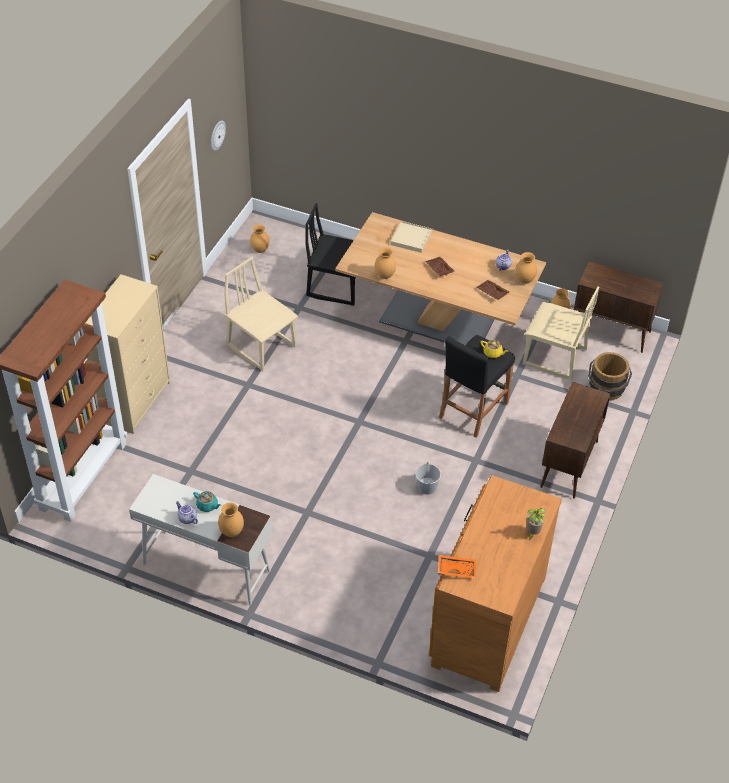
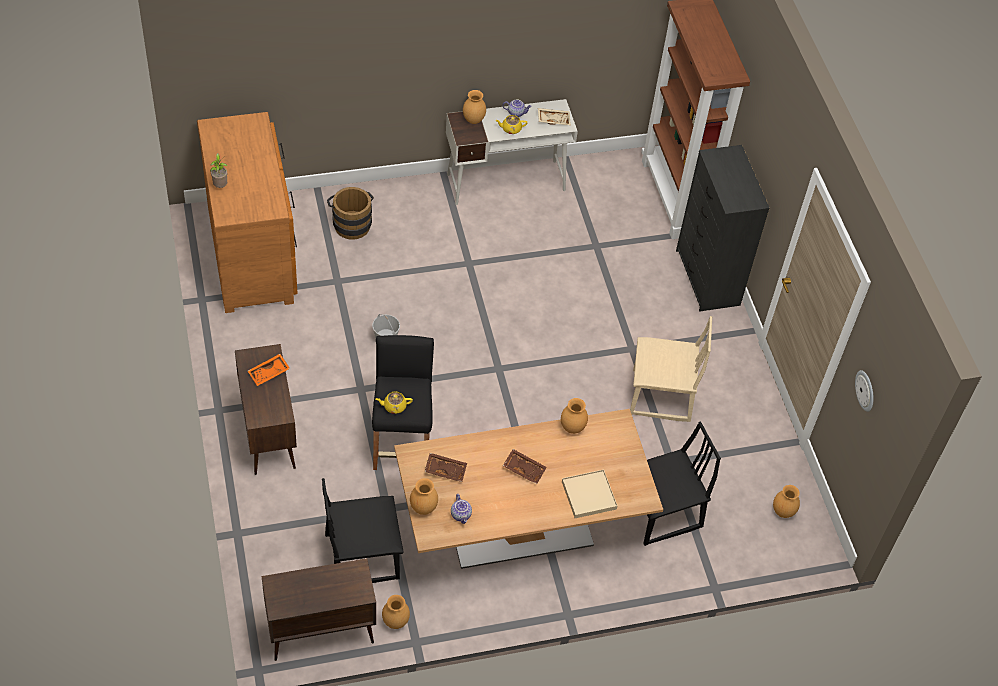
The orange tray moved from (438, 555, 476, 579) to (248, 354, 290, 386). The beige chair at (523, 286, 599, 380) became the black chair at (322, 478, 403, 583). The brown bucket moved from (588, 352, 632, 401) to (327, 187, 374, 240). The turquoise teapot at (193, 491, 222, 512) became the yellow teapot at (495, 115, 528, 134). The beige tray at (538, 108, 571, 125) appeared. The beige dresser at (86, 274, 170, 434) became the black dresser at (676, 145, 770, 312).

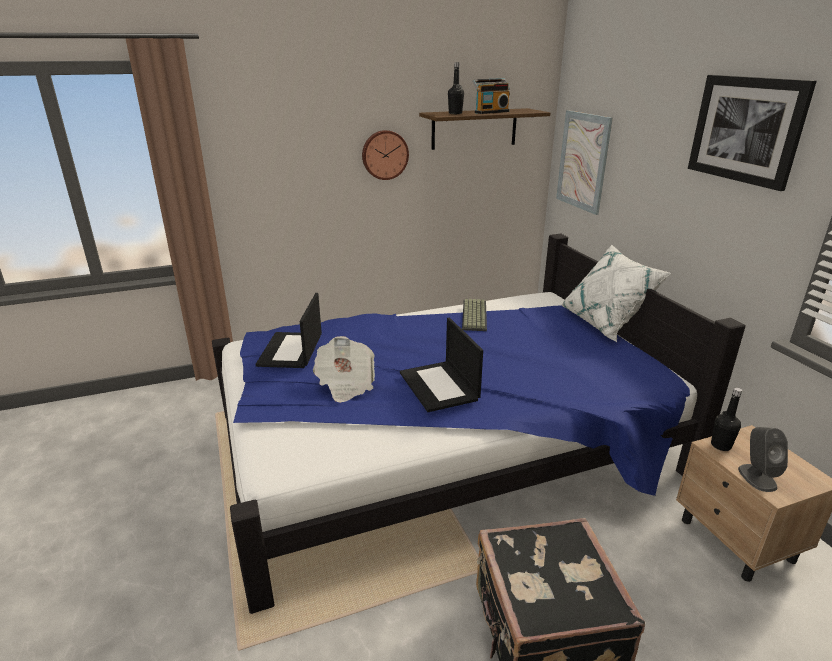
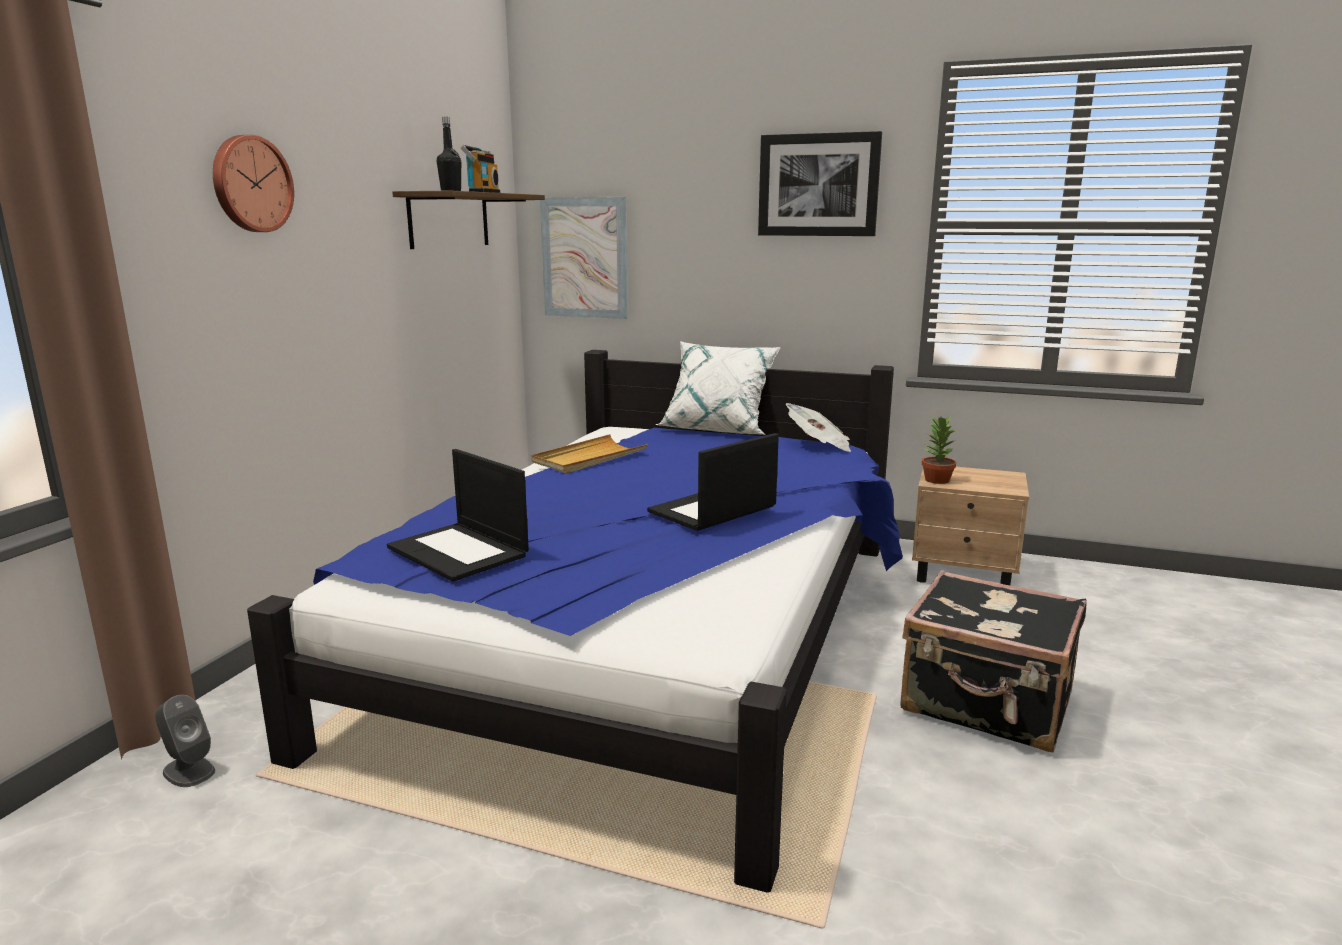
The grey speaker moved from (738, 427, 788, 492) to (155, 695, 215, 787). The wall clock moved from (362, 130, 409, 180) to (213, 135, 294, 232). The keyboard at (462, 299, 487, 331) was replaced by the beige tray at (531, 434, 648, 474). The laptop at (400, 318, 483, 412) turned 120 degrees clockwise. The newspaper moved from (313, 336, 375, 403) to (786, 403, 851, 452). The black bottle at (711, 387, 742, 451) was replaced by the potted plant at (922, 416, 956, 484).

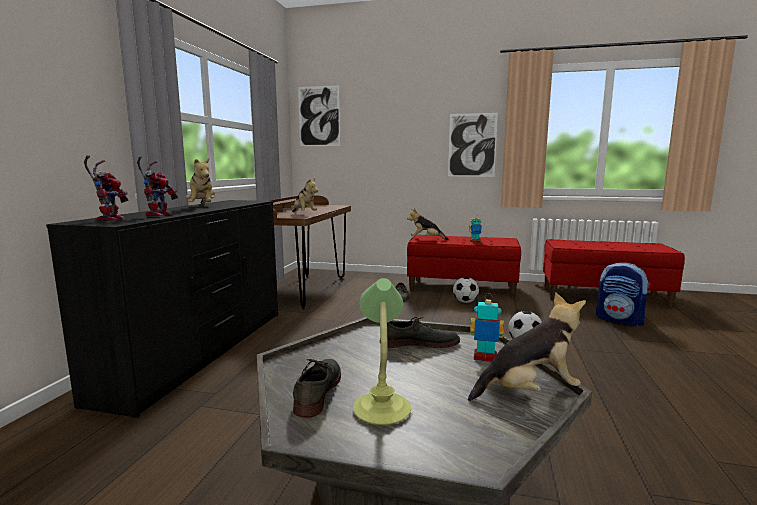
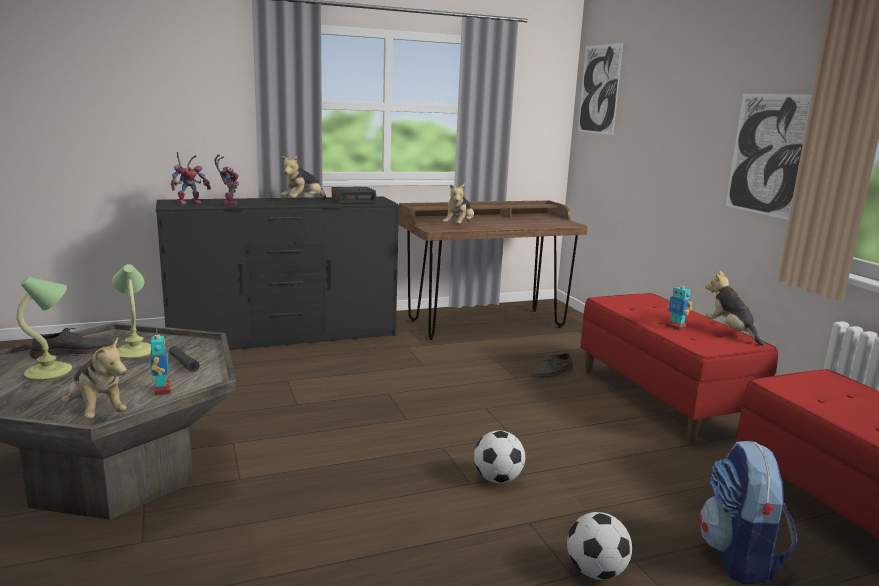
The table lamp at (112, 264, 151, 359) appeared. The grey shoe at (387, 317, 460, 348) was replaced by the black flashlight at (169, 346, 200, 372). The toy robot at (137, 156, 178, 217) turned 75 degrees counterclockwise. The alarm clock at (332, 187, 376, 204) appeared. The football moved from (453, 277, 479, 303) to (567, 512, 632, 580). The plush toy moved from (407, 208, 449, 240) to (705, 270, 765, 346).

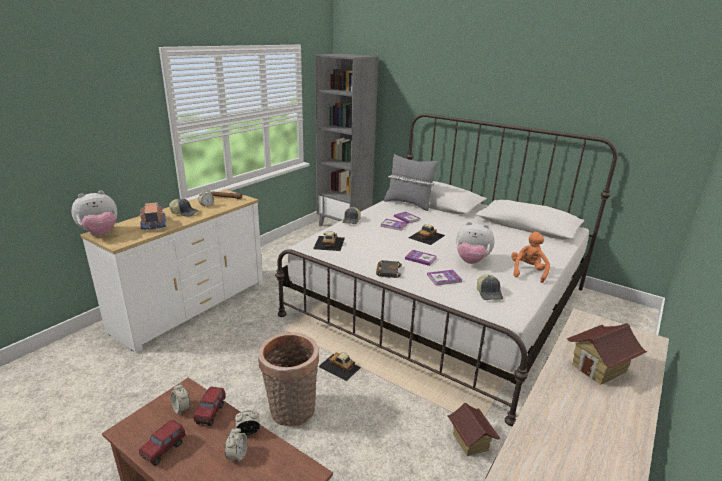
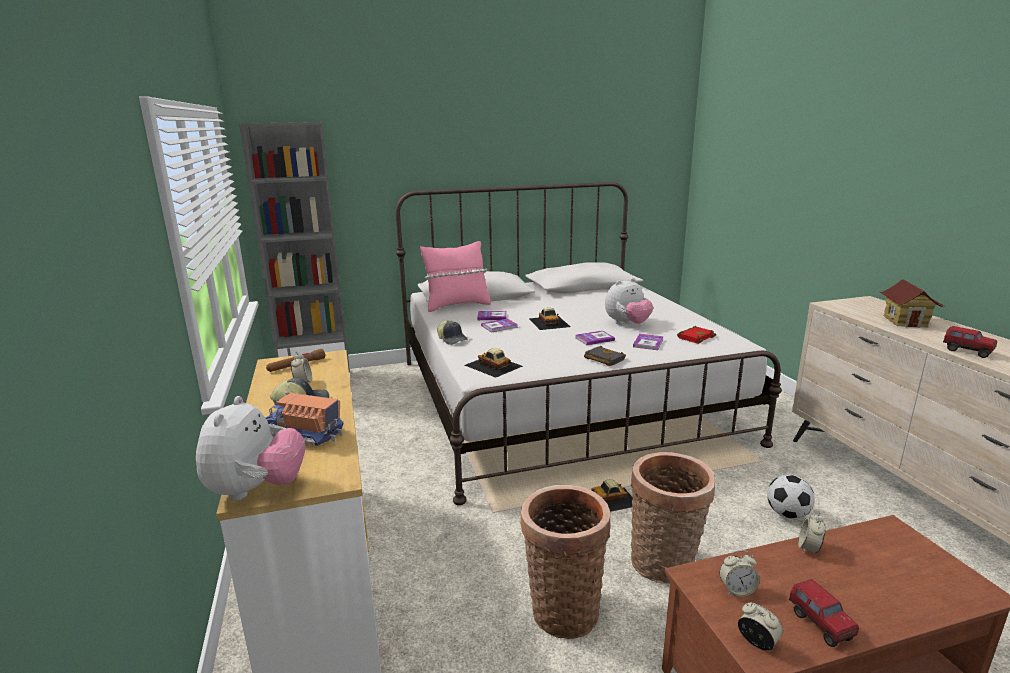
The grey pillow at (384, 154, 438, 211) became the pink pillow at (420, 241, 491, 312). The basket at (521, 485, 611, 639) appeared. The cap at (477, 274, 503, 300) was replaced by the red book at (677, 326, 716, 344). The alarm clock moved from (225, 427, 248, 463) to (738, 603, 783, 651). The football at (767, 475, 815, 519) appeared. The toy truck moved from (193, 387, 226, 426) to (943, 326, 997, 358). The toy house at (447, 403, 500, 456) disappeared. The orange plush toy at (511, 232, 550, 283) disappeared.

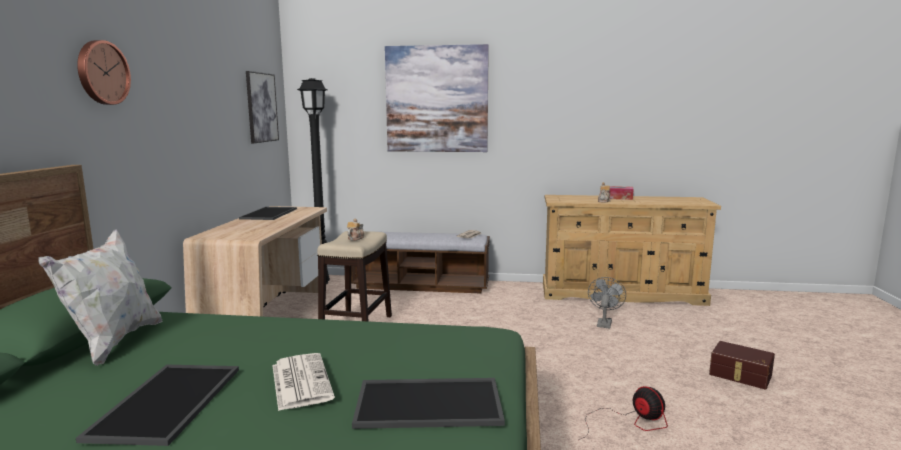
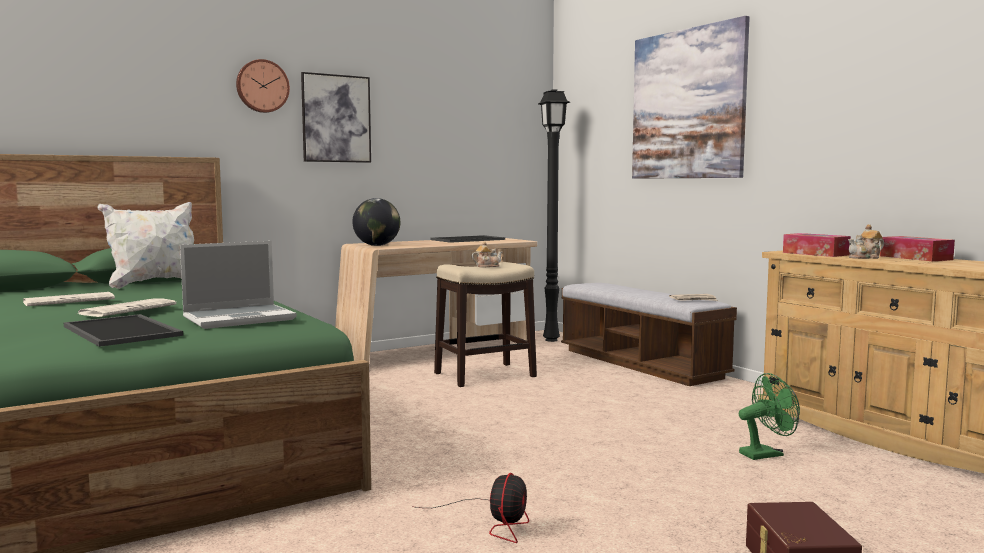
The tray at (76, 365, 239, 446) was replaced by the newspaper at (23, 292, 115, 306). The laptop at (180, 241, 296, 329) appeared. The picture moved from (246, 71, 279, 143) to (301, 72, 371, 163). The globe at (352, 198, 400, 246) appeared. The grey fan at (588, 277, 626, 329) became the green fan at (739, 373, 800, 460). The tissue box at (783, 233, 851, 257) appeared.

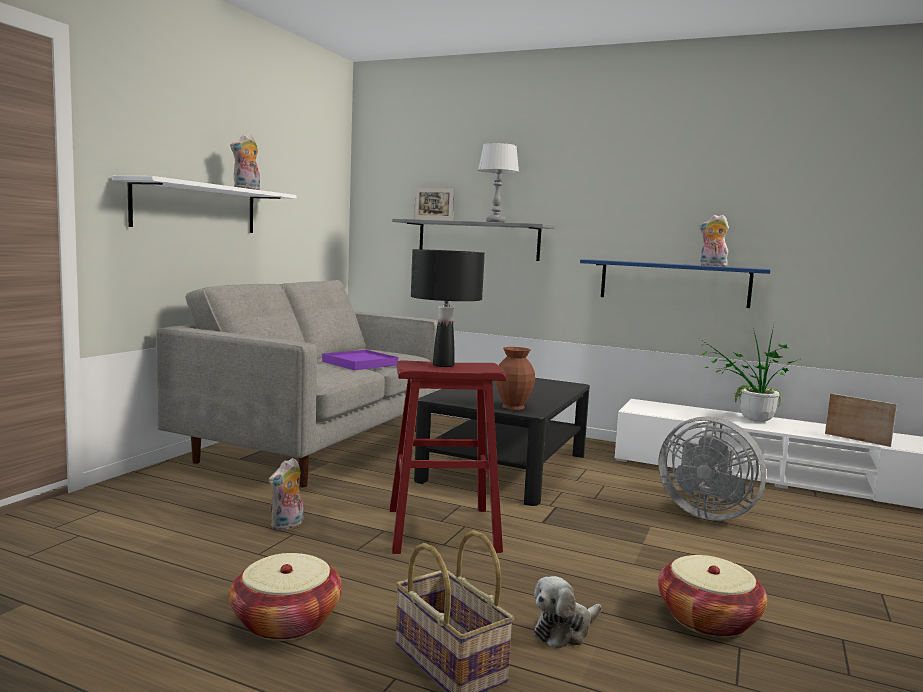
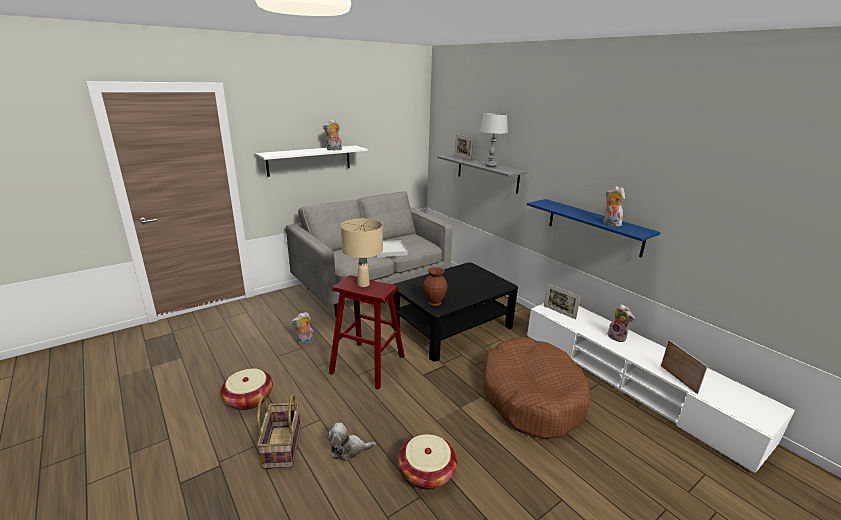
The black table lamp at (411, 249, 485, 367) became the beige table lamp at (341, 219, 383, 287). The purple tray at (322, 350, 398, 370) became the white tray at (376, 240, 408, 258). The grey fan at (658, 416, 766, 520) was replaced by the brown dog bed at (483, 337, 590, 439). The picture frame at (544, 284, 581, 320) appeared. The potted plant at (700, 326, 800, 422) was replaced by the plush toy at (607, 304, 635, 342).

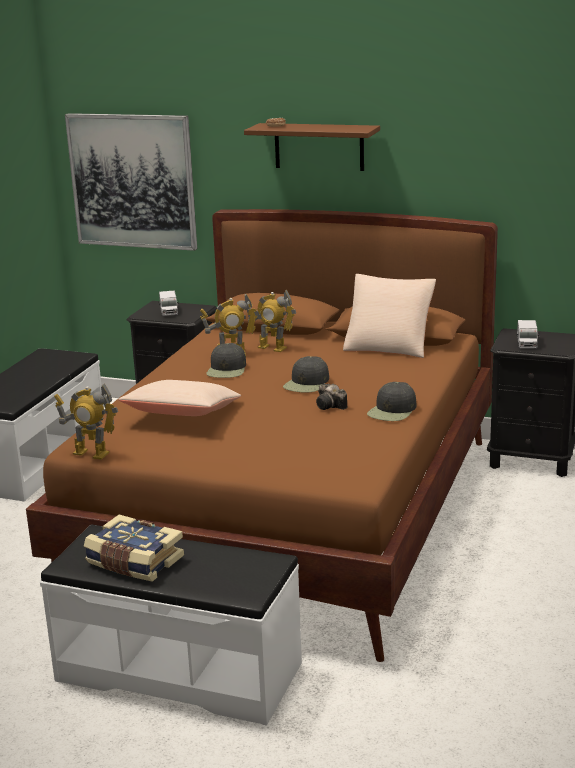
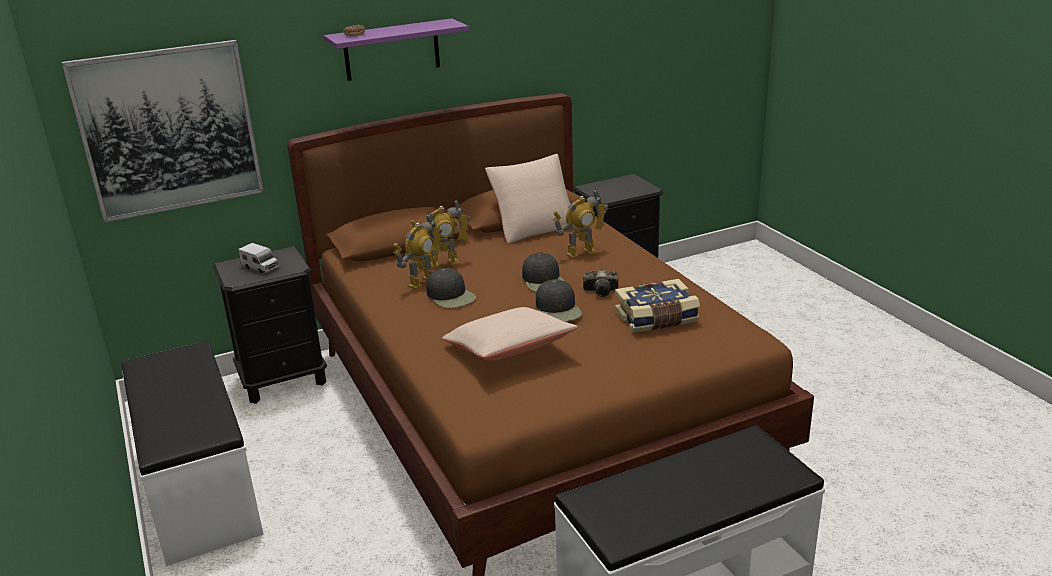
The brown shelf at (244, 123, 380, 171) became the purple shelf at (324, 18, 469, 81). The black cap moved from (367, 382, 416, 421) to (536, 279, 582, 322). The toy robot moved from (54, 383, 118, 460) to (552, 189, 608, 258). The book moved from (84, 515, 184, 582) to (615, 279, 700, 333). The toy truck at (517, 320, 539, 349) disappeared.

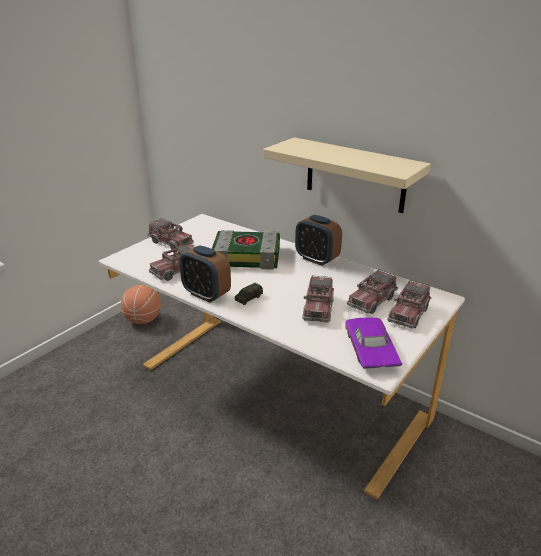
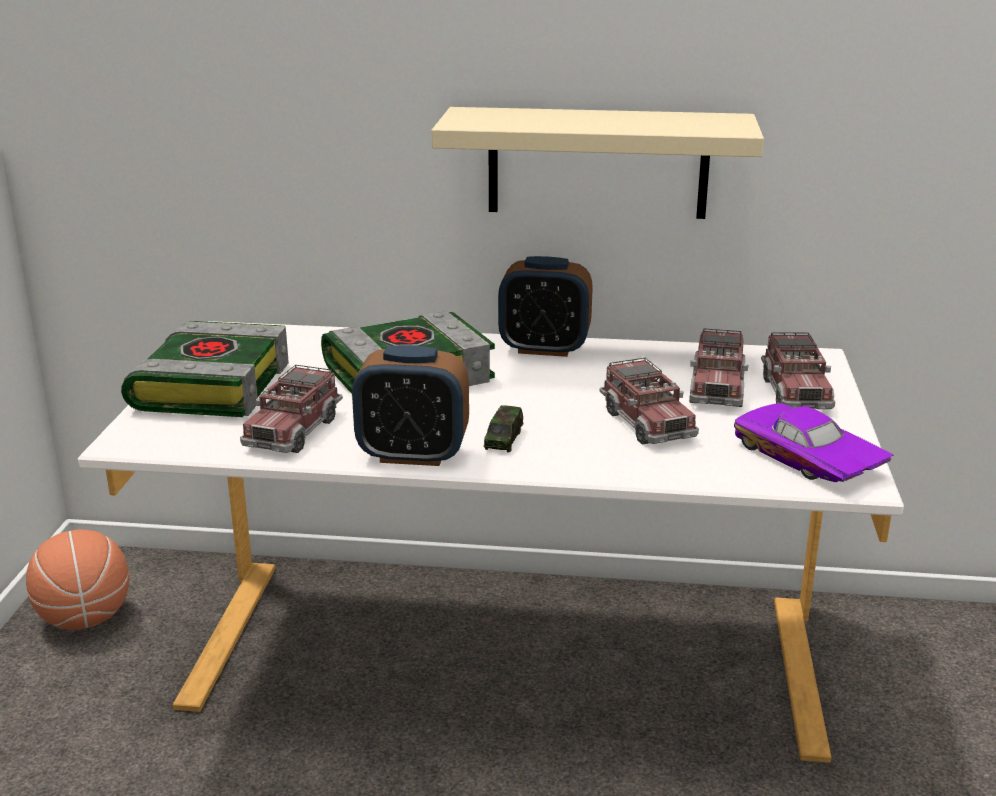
The toy truck at (147, 218, 194, 250) was replaced by the book at (121, 321, 289, 417).

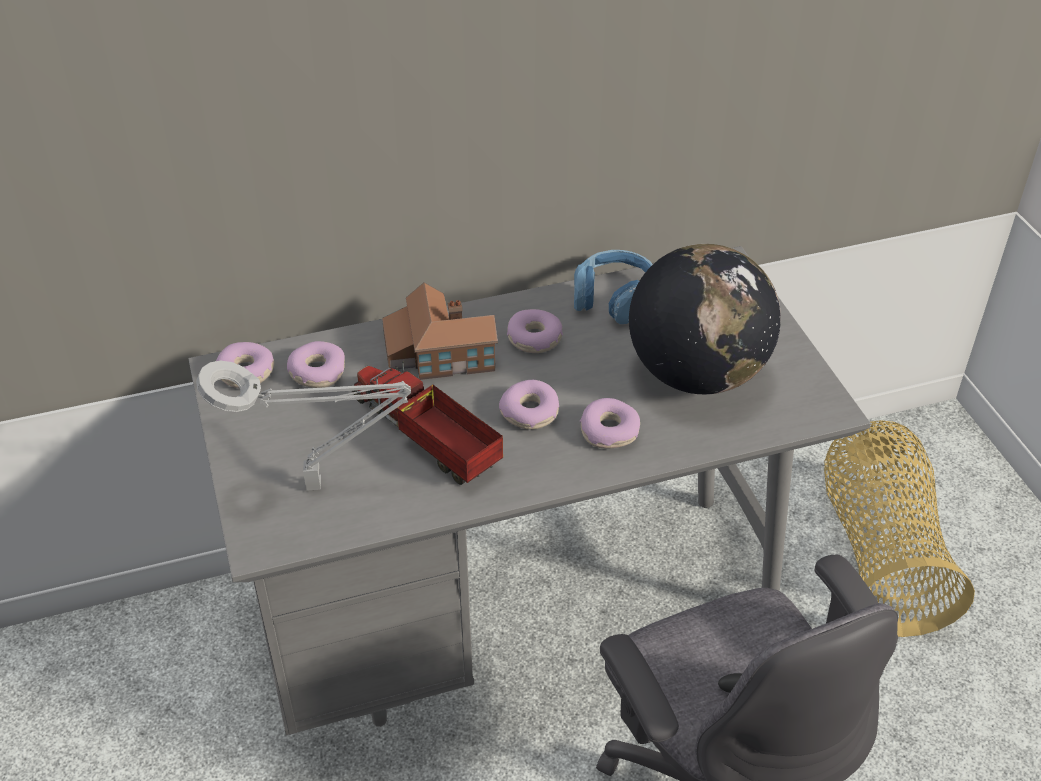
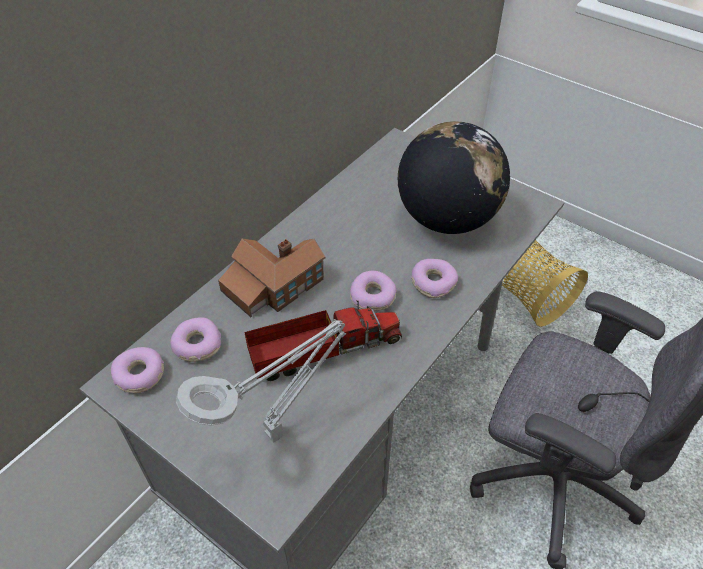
The toy truck at (352, 361, 503, 485) turned 150 degrees clockwise. The donut at (507, 309, 563, 353) disappeared. The blue headphones at (574, 250, 653, 324) disappeared.

